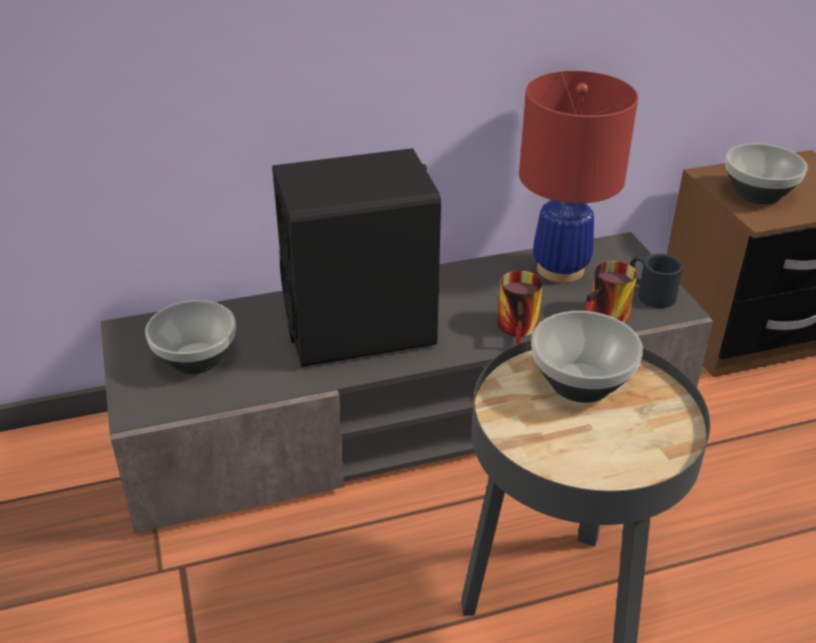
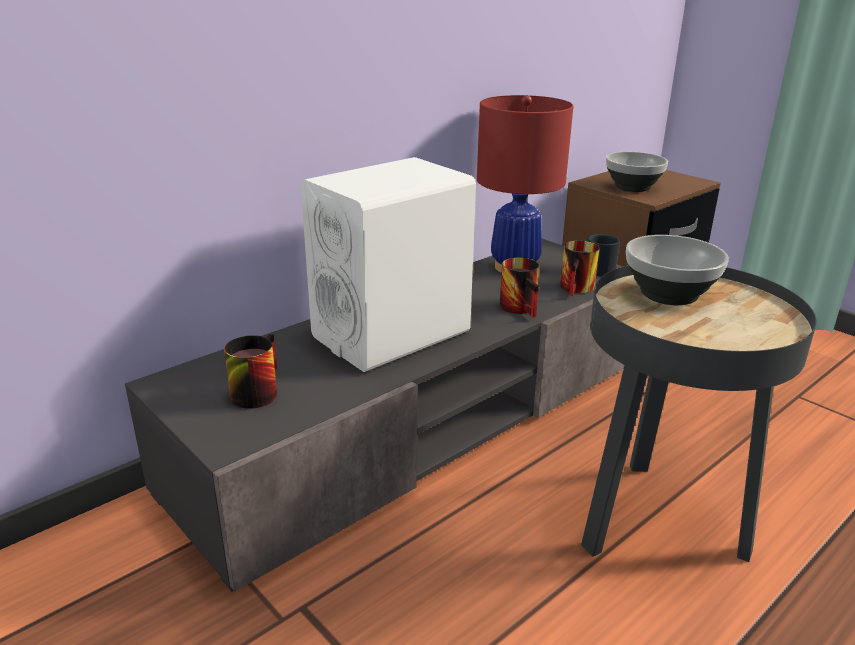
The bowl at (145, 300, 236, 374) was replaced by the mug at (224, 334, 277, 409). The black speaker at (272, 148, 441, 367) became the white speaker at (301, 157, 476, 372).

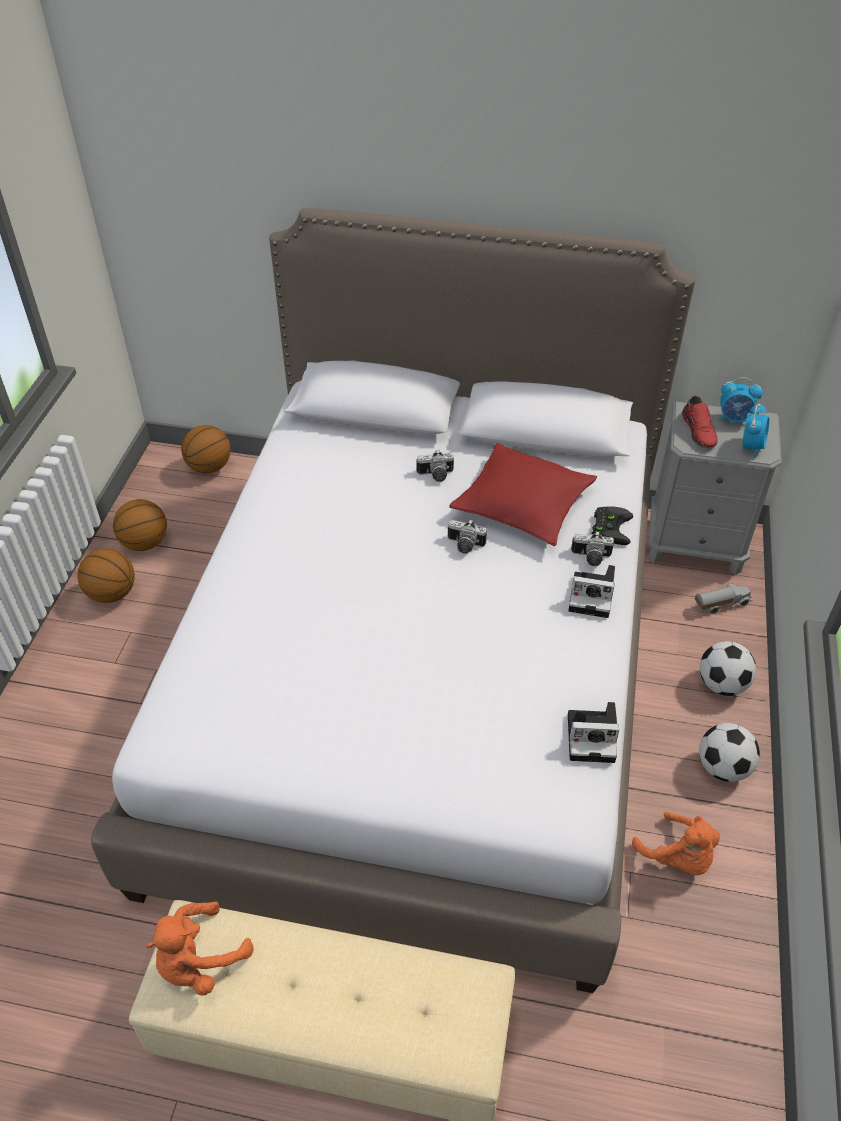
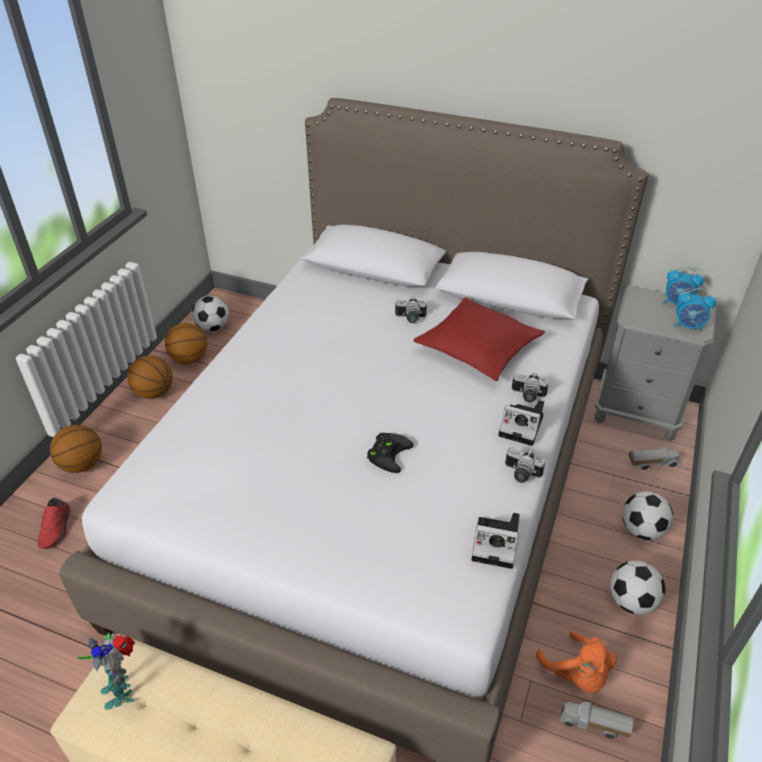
The red shoe moved from (682, 396, 718, 447) to (38, 497, 71, 549). The basketball moved from (181, 425, 231, 474) to (50, 425, 102, 473). The orange plush toy at (146, 902, 253, 996) was replaced by the toy robot at (77, 632, 135, 710). The football at (192, 296, 229, 331) appeared. The black game controller moved from (592, 507, 633, 545) to (367, 433, 413, 473). The photo camera moved from (448, 520, 487, 554) to (505, 447, 545, 483). The toy truck at (560, 701, 633, 739) appeared. The alarm clock at (743, 403, 769, 458) turned 75 degrees clockwise.

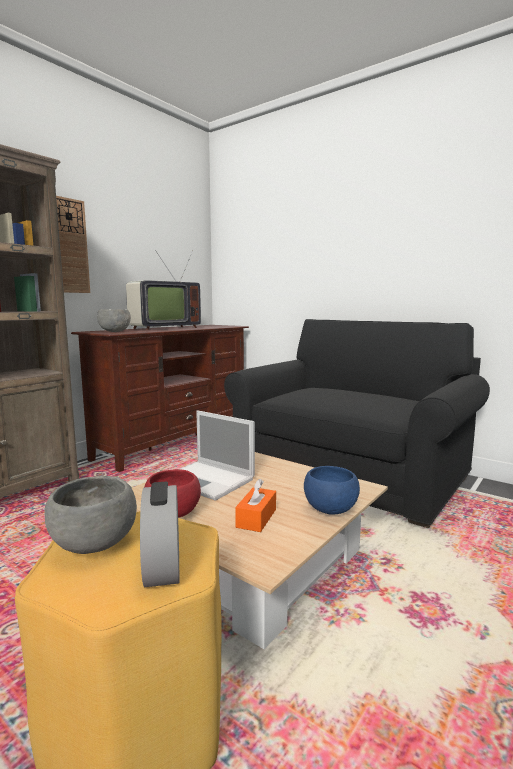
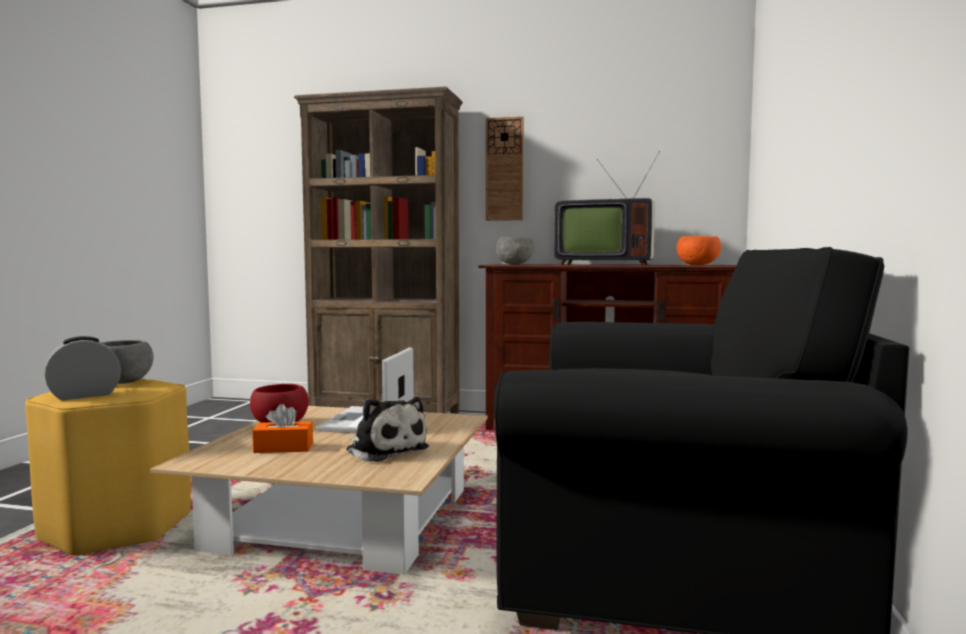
The plush toy at (346, 397, 429, 462) appeared. The orange bowl at (676, 236, 721, 265) appeared. The blue bowl at (304, 466, 360, 515) disappeared.

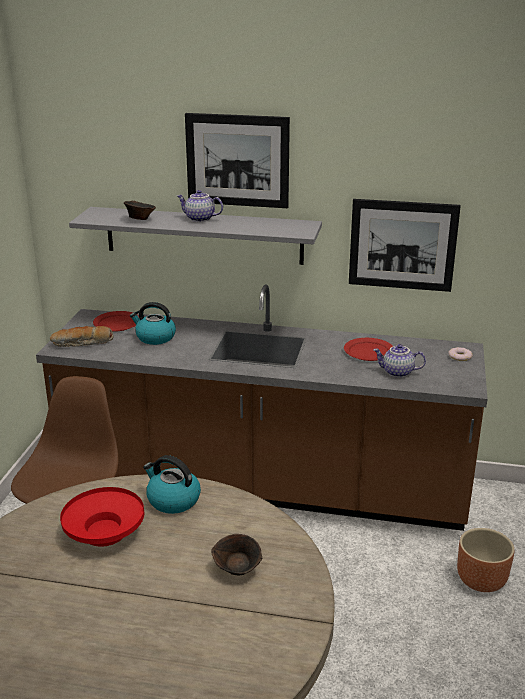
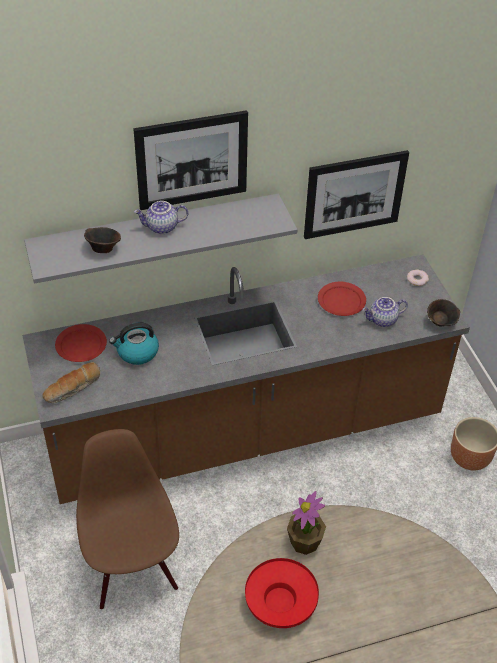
The kettle at (143, 455, 201, 514) was replaced by the potted plant at (287, 491, 326, 555). The brown bowl moved from (211, 534, 262, 576) to (427, 299, 460, 327).

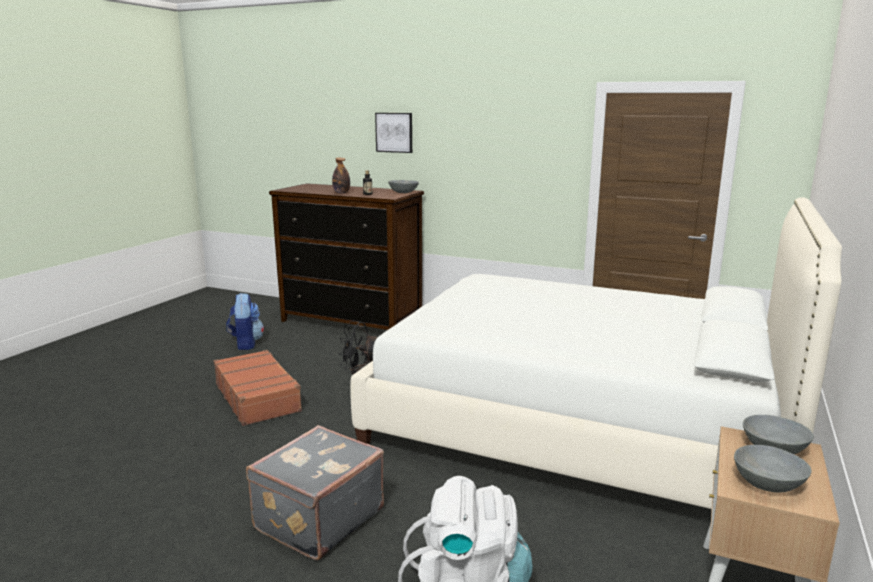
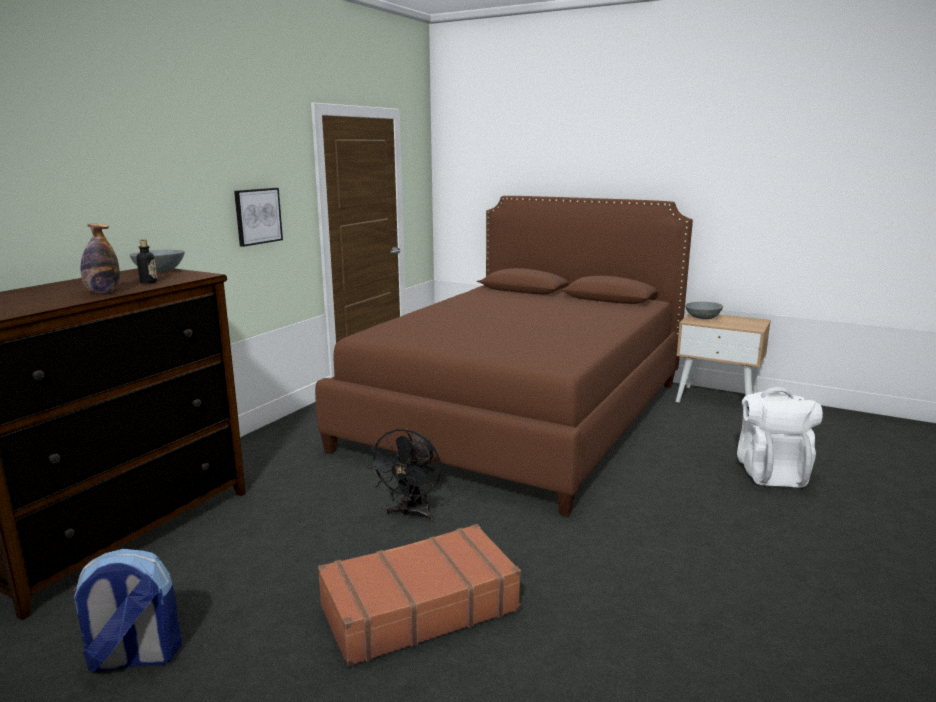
The picture moved from (375, 113, 412, 153) to (234, 188, 283, 247). The white bed at (350, 197, 842, 509) became the brown bed at (315, 196, 693, 517). The grey suitcase at (246, 425, 384, 560) disappeared. The grey bowl at (734, 445, 812, 493) disappeared.

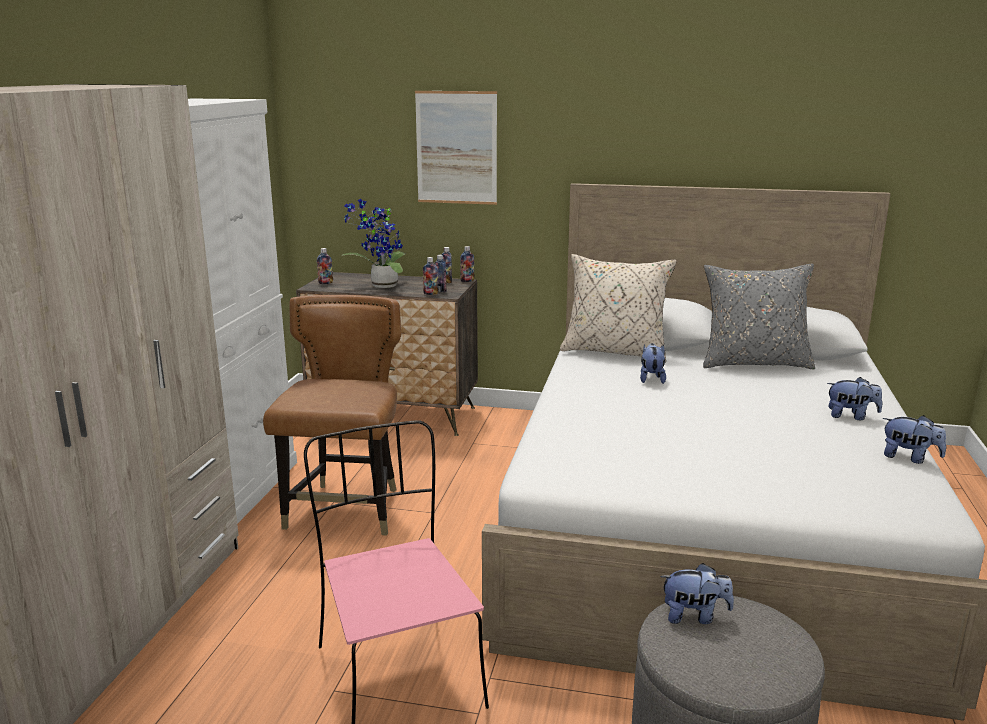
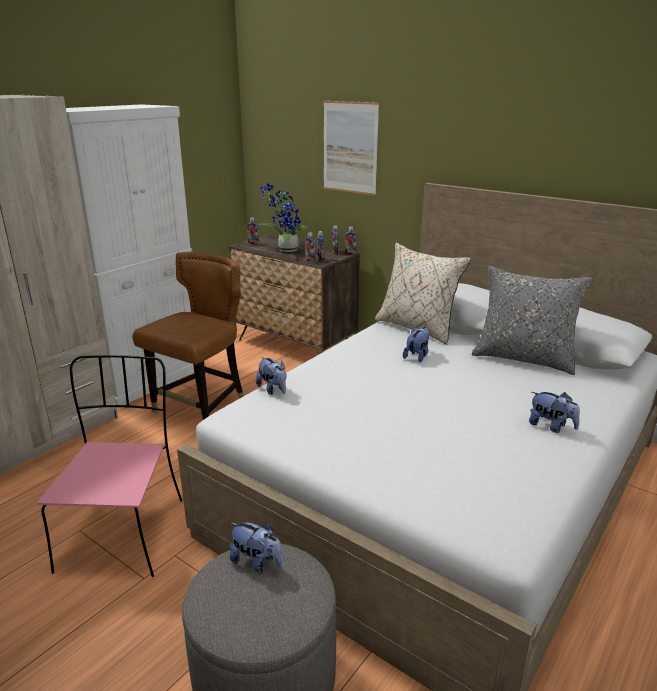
The plush toy moved from (883, 415, 946, 464) to (256, 357, 286, 395).

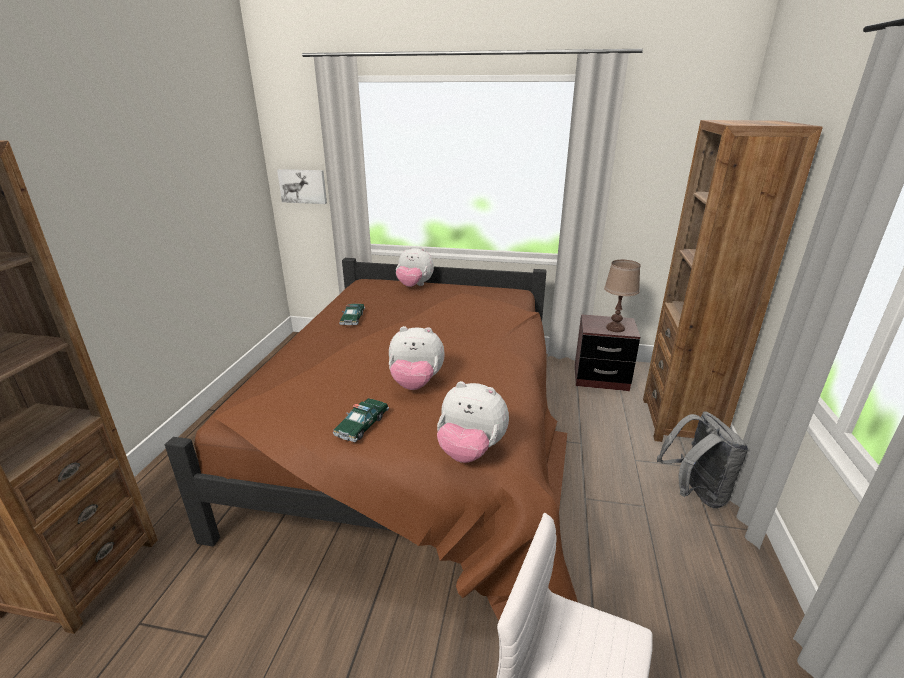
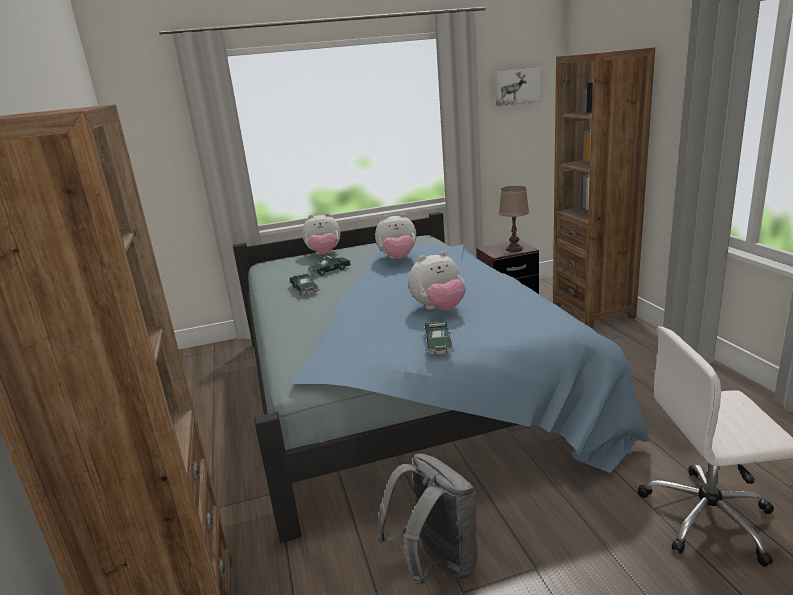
The brown bed at (165, 258, 578, 621) became the blue bed at (233, 212, 650, 543). The toy car at (309, 255, 351, 276) appeared. The plush toy moved from (437, 381, 509, 463) to (375, 213, 416, 259). The grey backpack moved from (657, 411, 748, 508) to (377, 453, 478, 587). The picture moved from (277, 169, 327, 204) to (495, 68, 541, 106).

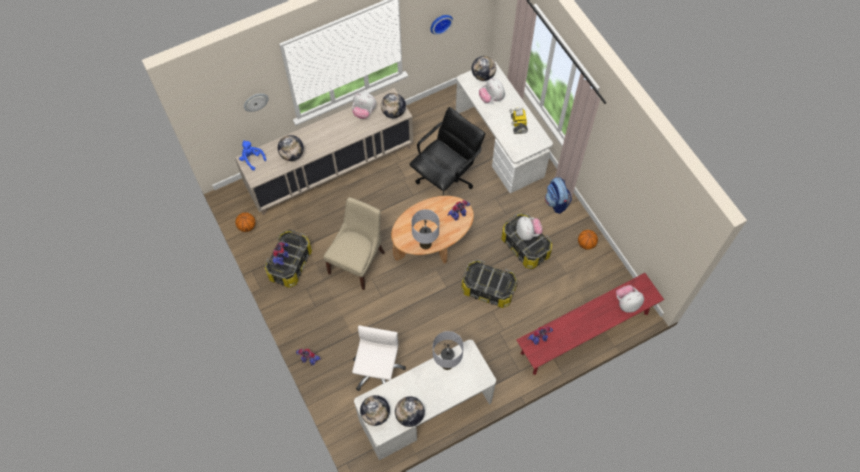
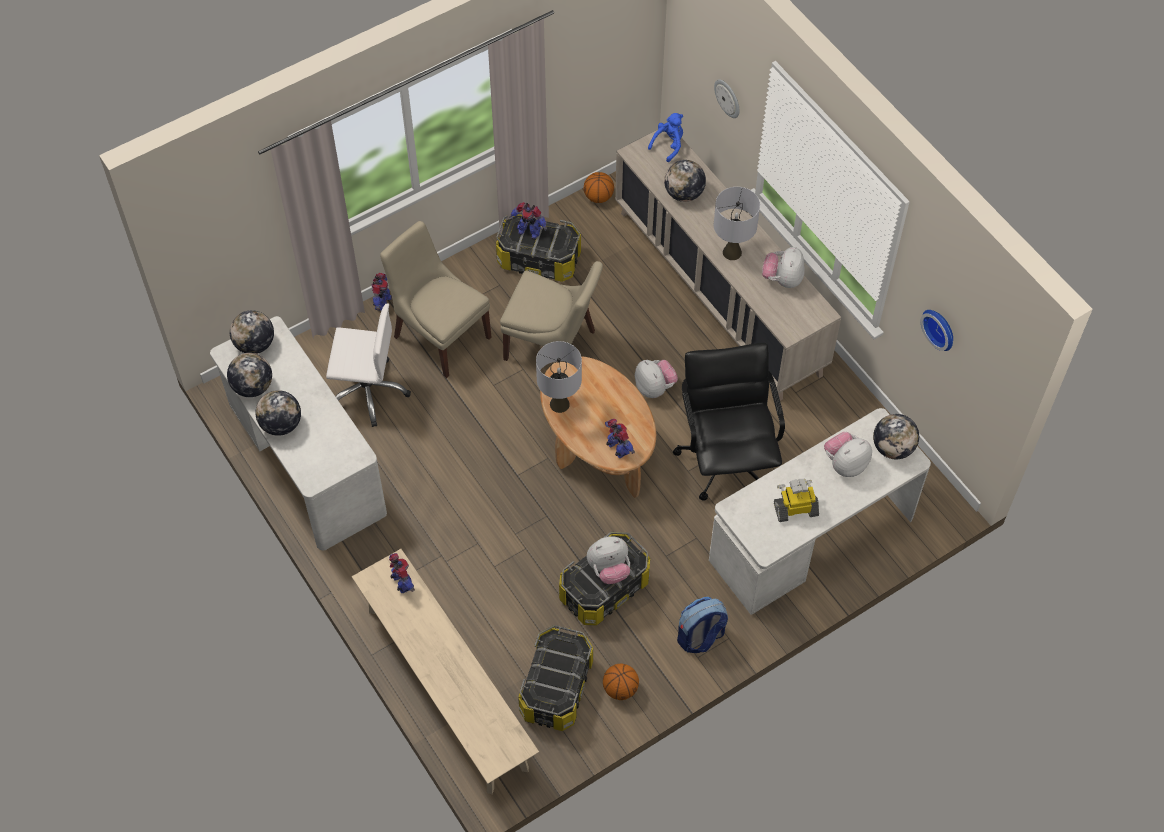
The globe moved from (381, 93, 406, 118) to (255, 390, 301, 436). The red bench at (516, 273, 664, 375) became the beige bench at (352, 549, 539, 794). The beige chair at (380, 221, 492, 378) appeared. The storage box moved from (461, 260, 518, 308) to (518, 625, 593, 731). The plush toy moved from (616, 285, 644, 313) to (635, 360, 678, 398). The black office chair at (410, 107, 485, 196) turned 135 degrees counterclockwise. The grey table lamp moved from (433, 331, 464, 370) to (714, 187, 760, 260).

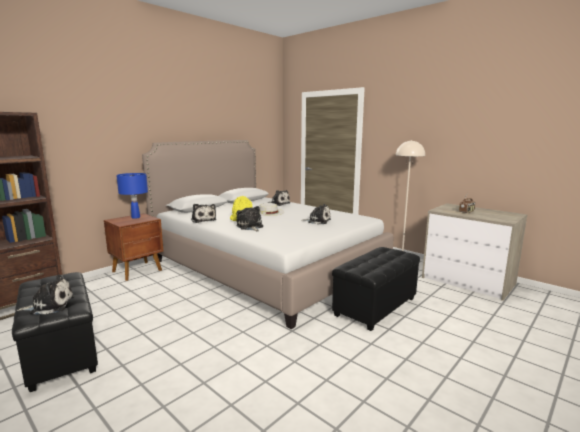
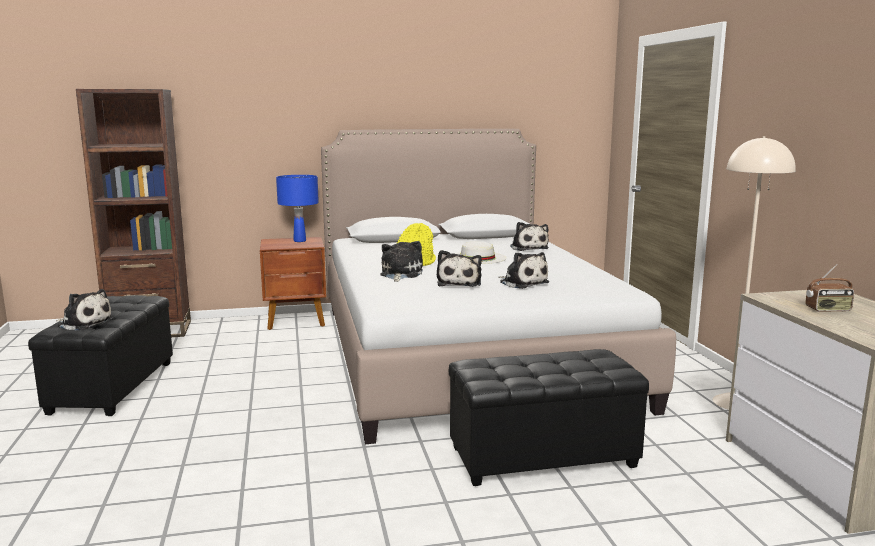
The plush toy moved from (191, 204, 216, 223) to (437, 250, 482, 287).

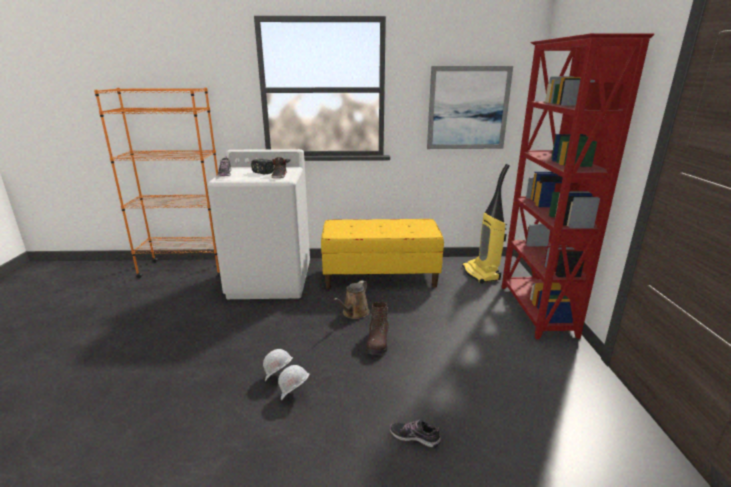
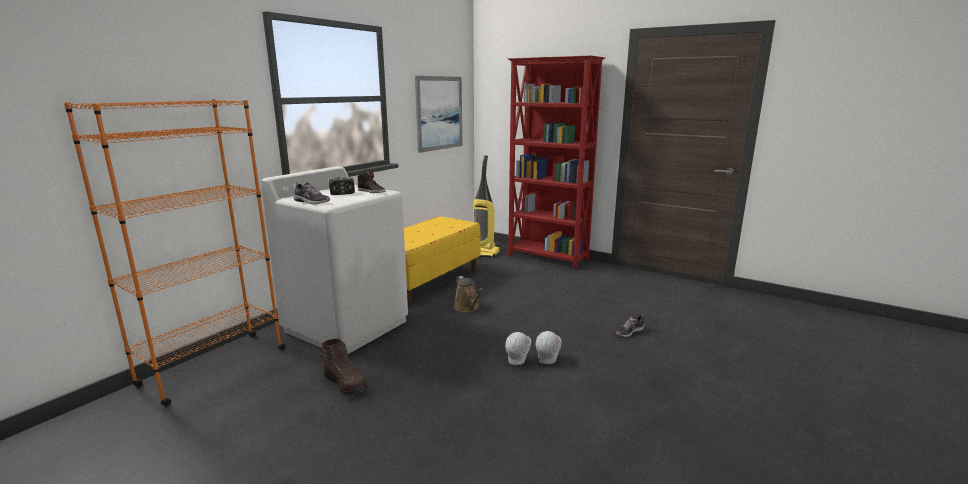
The brown boot moved from (366, 302, 390, 355) to (320, 339, 368, 396).

